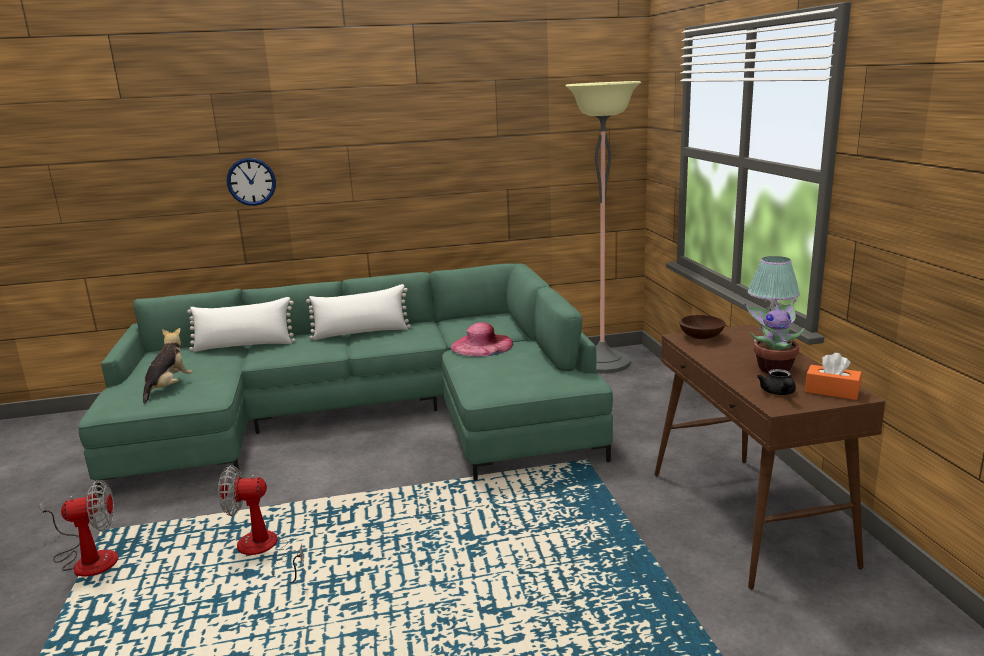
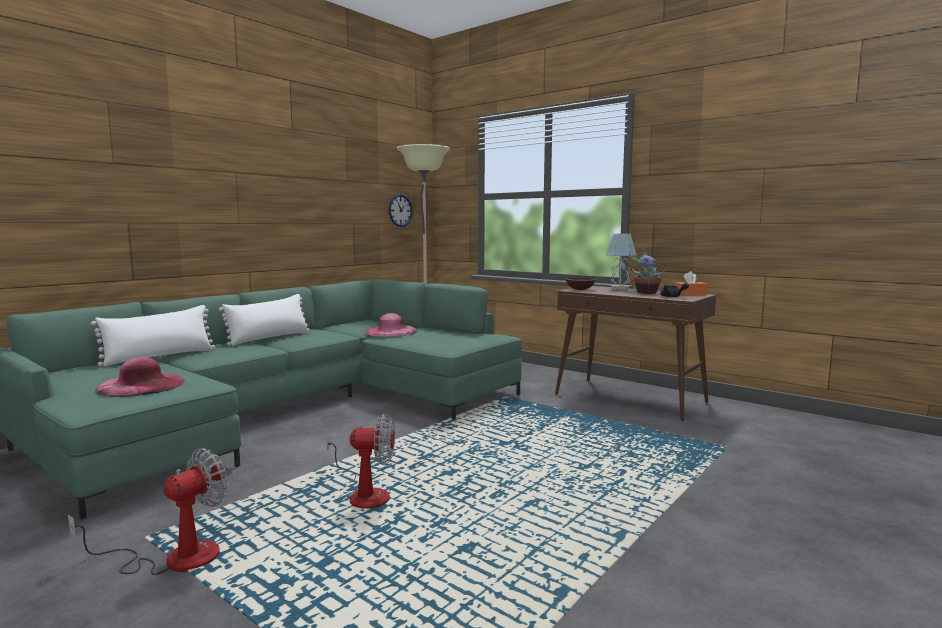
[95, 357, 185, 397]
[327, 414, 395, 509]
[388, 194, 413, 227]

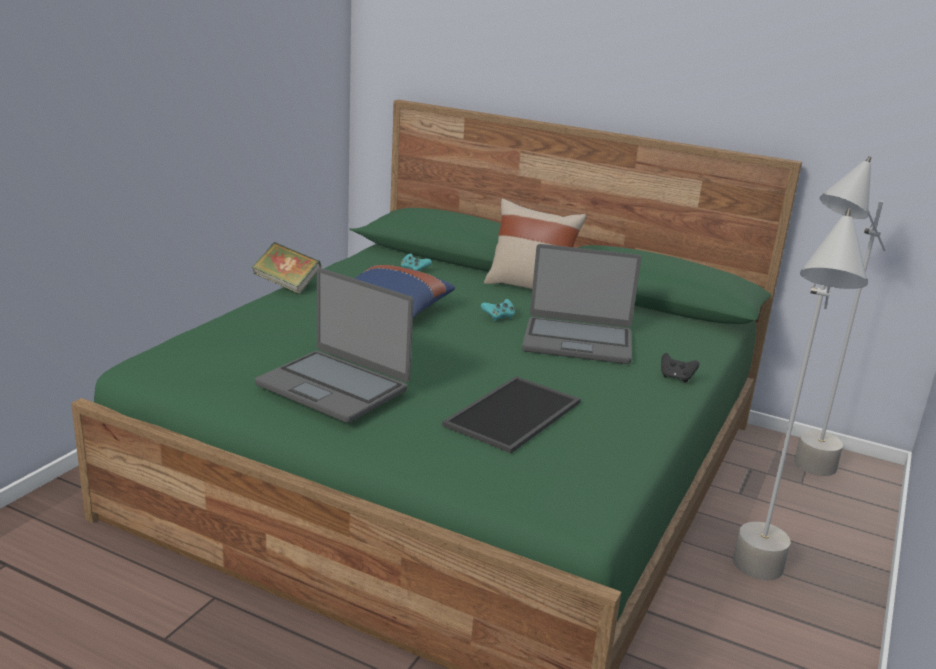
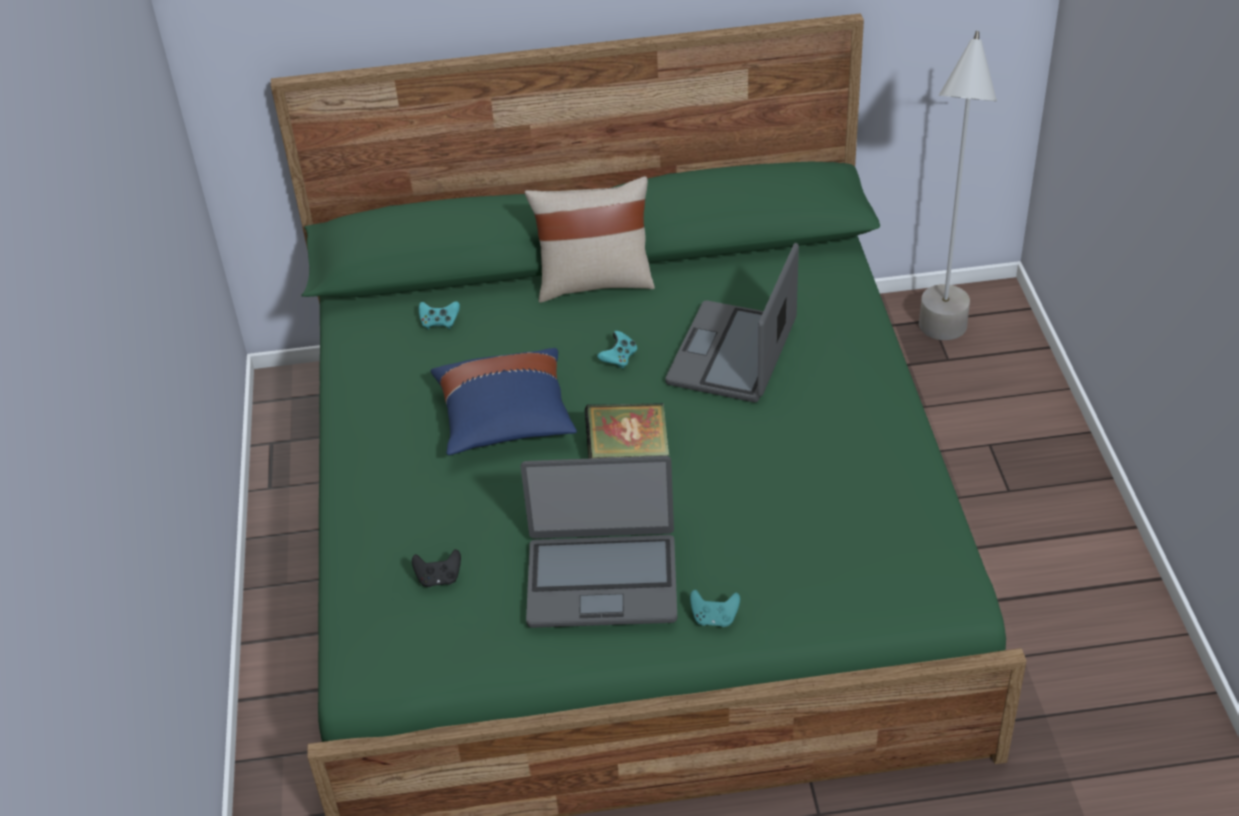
[412, 549, 461, 587]
[585, 403, 669, 459]
[665, 243, 799, 402]
[690, 589, 740, 627]
[442, 376, 581, 453] (first image)
[733, 209, 868, 580] (first image)

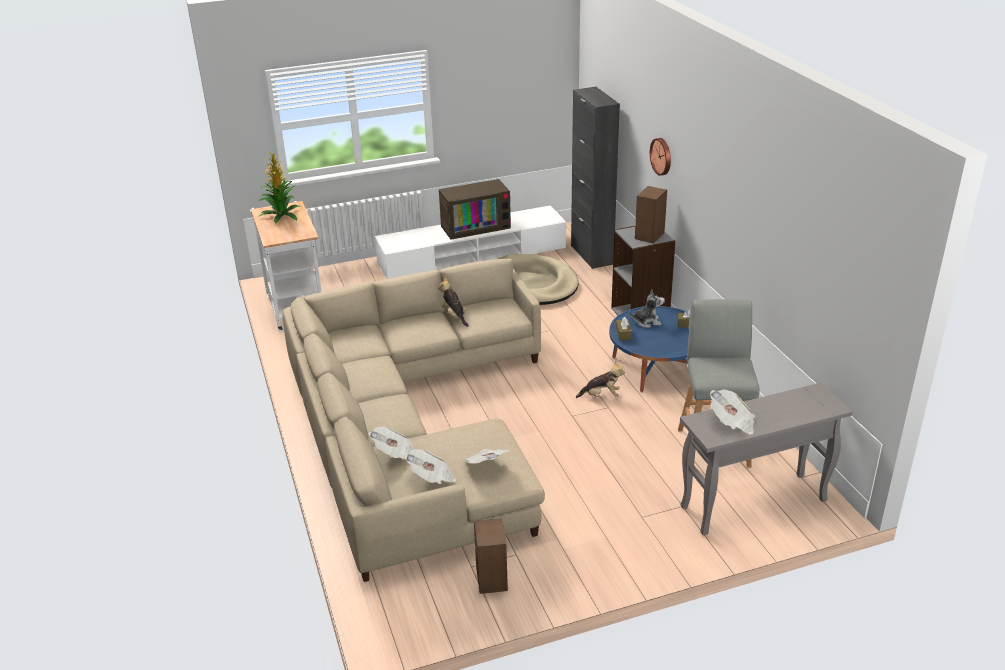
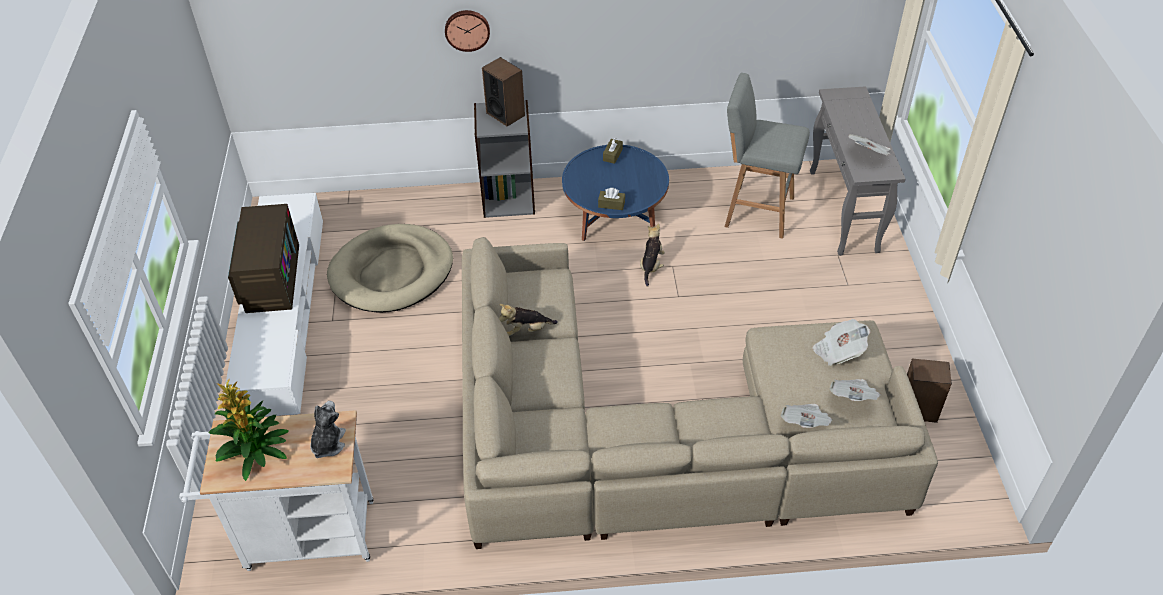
[310, 401, 346, 459]
[571, 87, 620, 269] (first image)

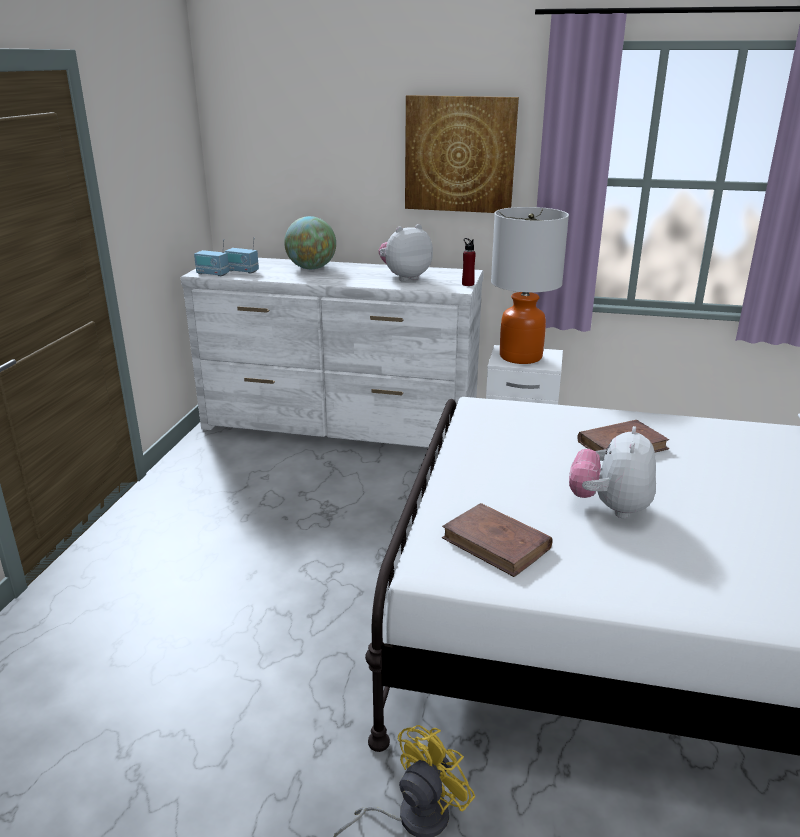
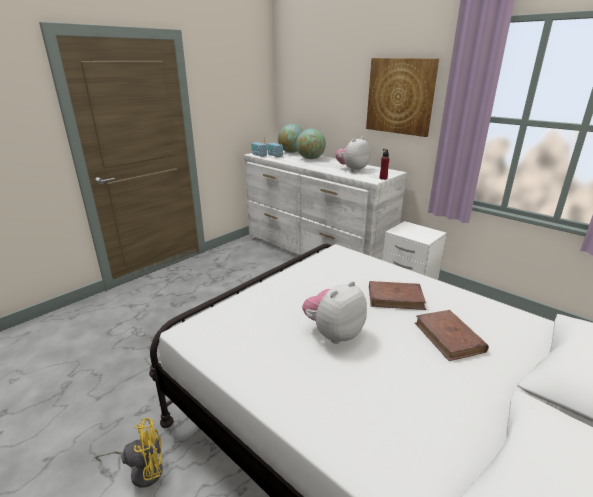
[278, 124, 303, 153]
[335, 137, 370, 172]
[415, 310, 489, 361]
[491, 207, 569, 364] (first image)

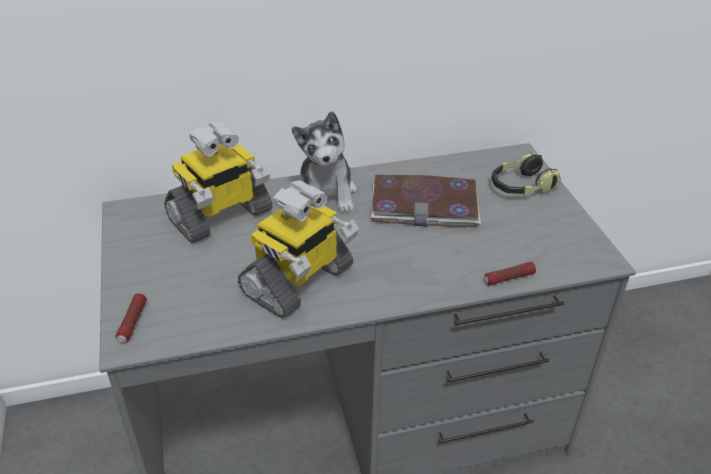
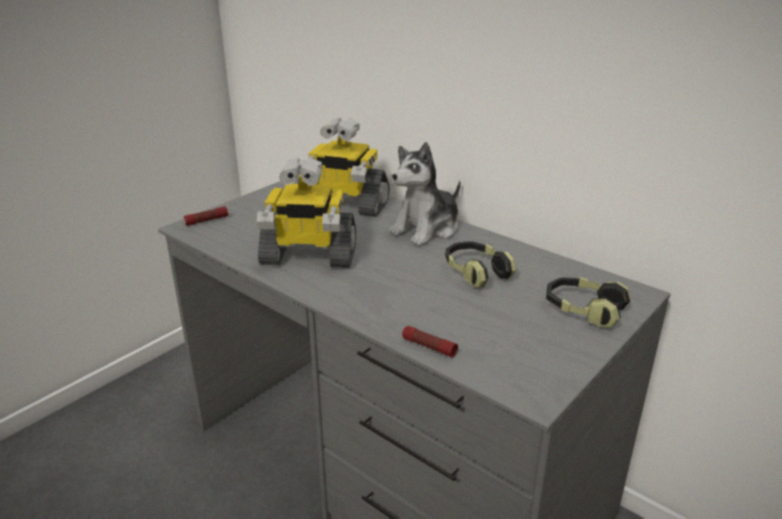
[445, 241, 516, 288]

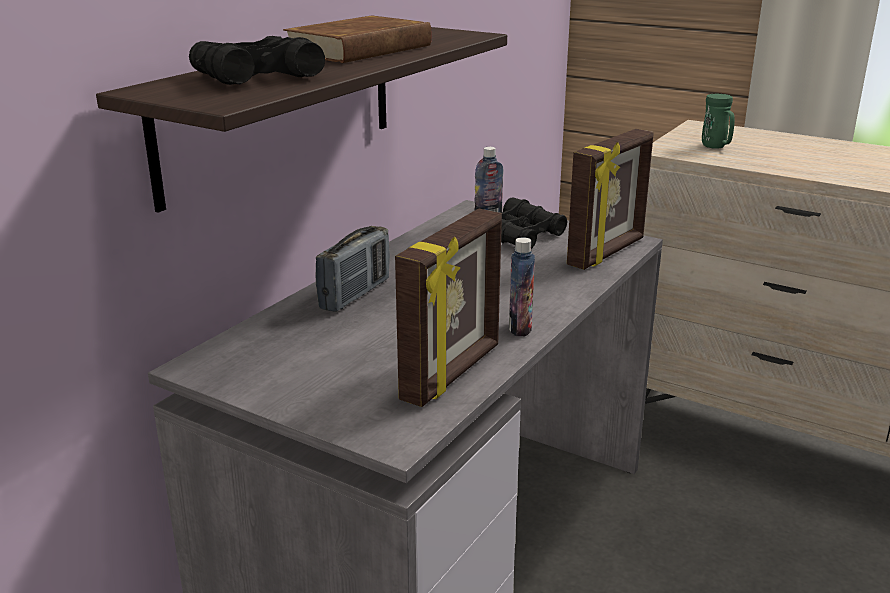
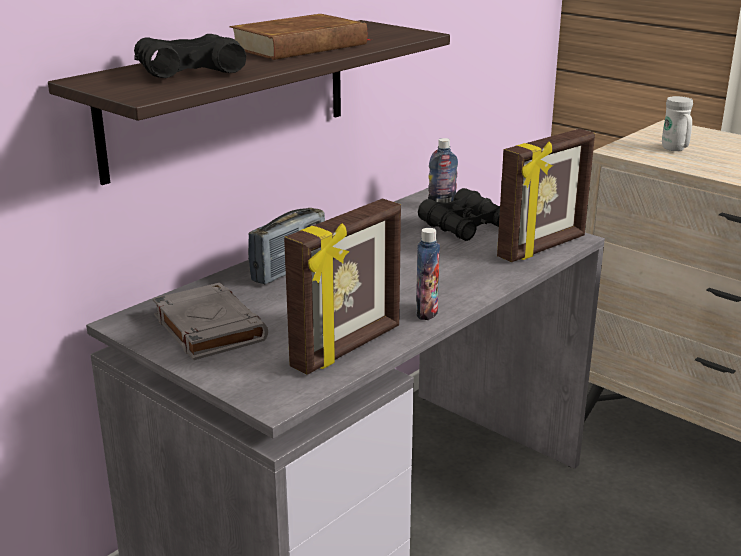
[153, 283, 268, 360]
[662, 96, 693, 151]

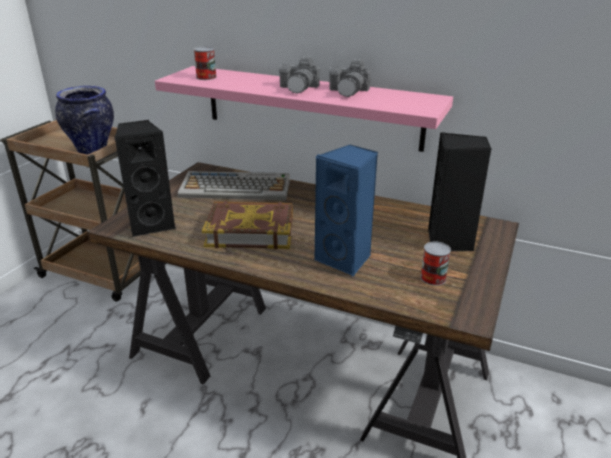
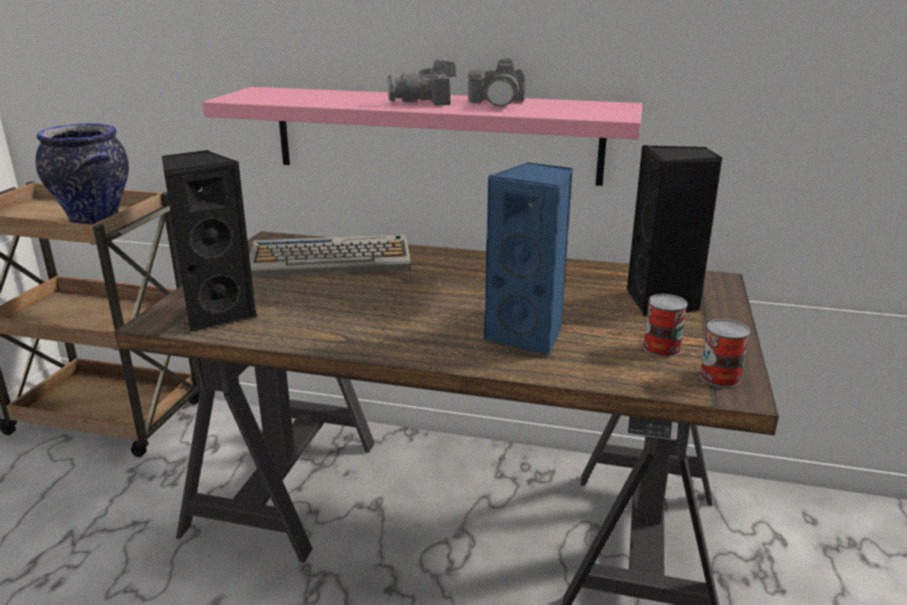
[388, 59, 456, 105]
[699, 319, 750, 388]
[202, 201, 293, 249] (first image)

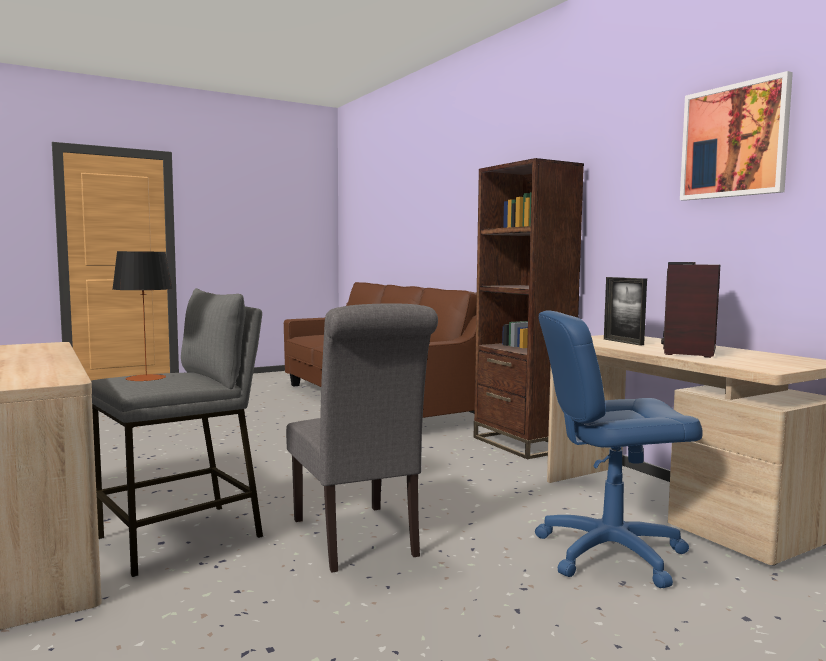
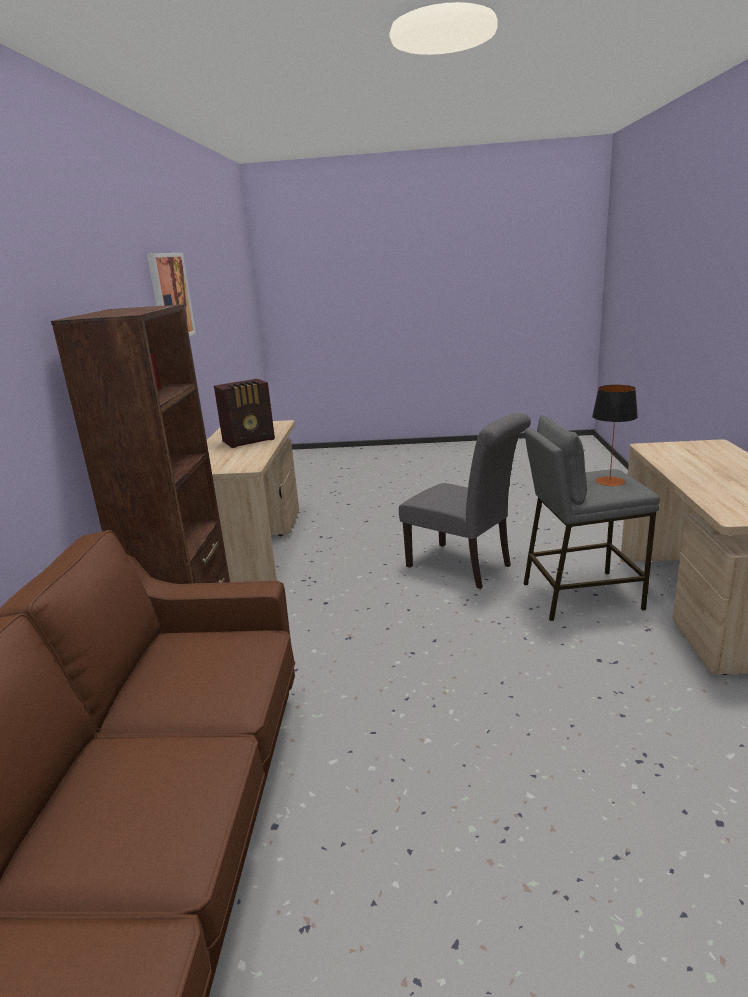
[399, 413, 531, 589]
[535, 310, 703, 588] (first image)
[604, 277, 647, 346] (first image)

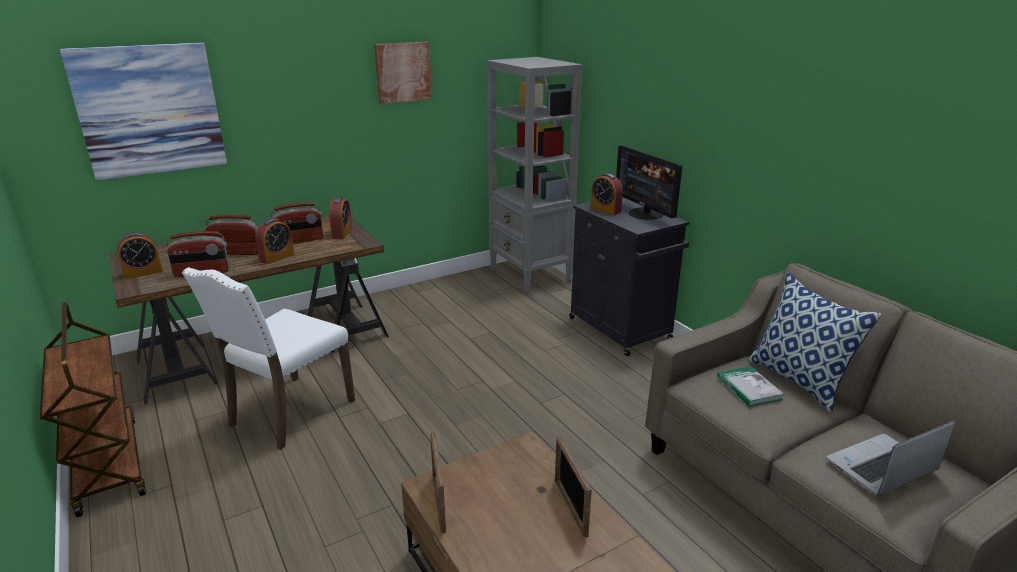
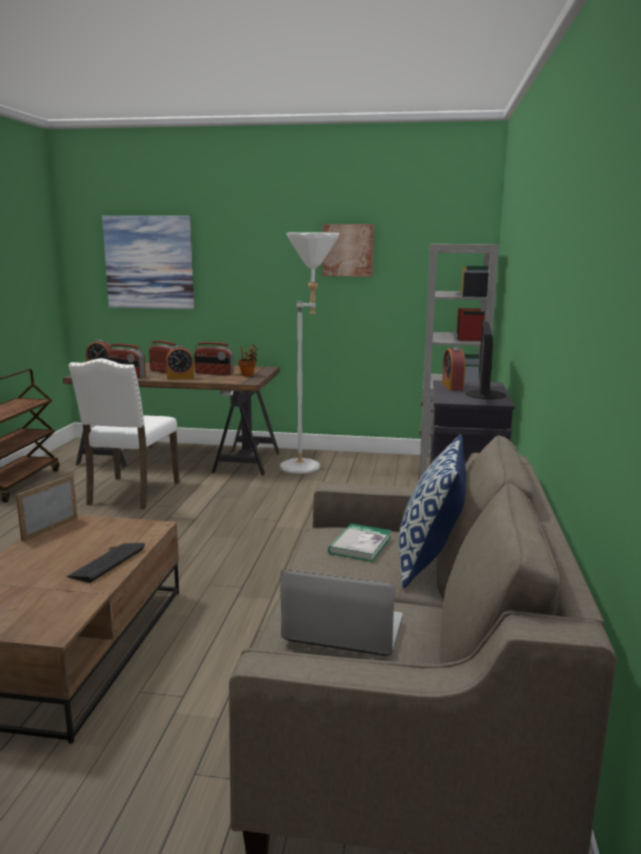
[67, 543, 145, 583]
[68, 358, 179, 509]
[238, 343, 258, 376]
[280, 232, 339, 474]

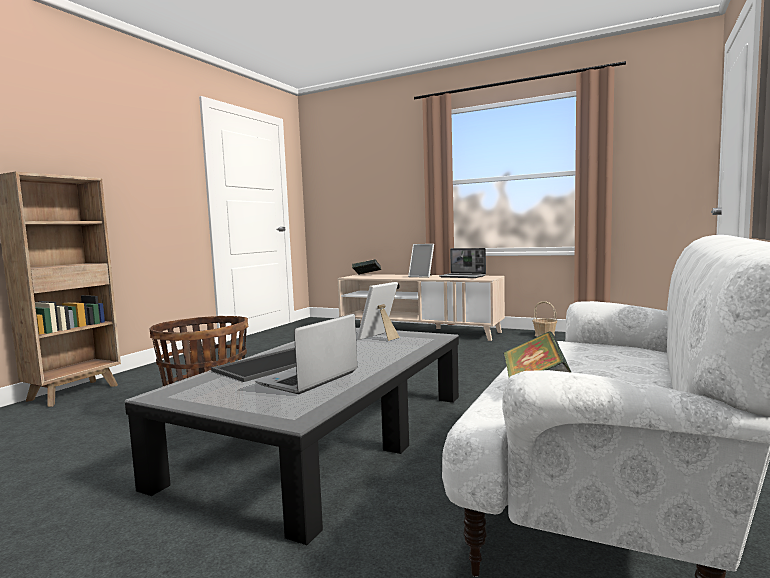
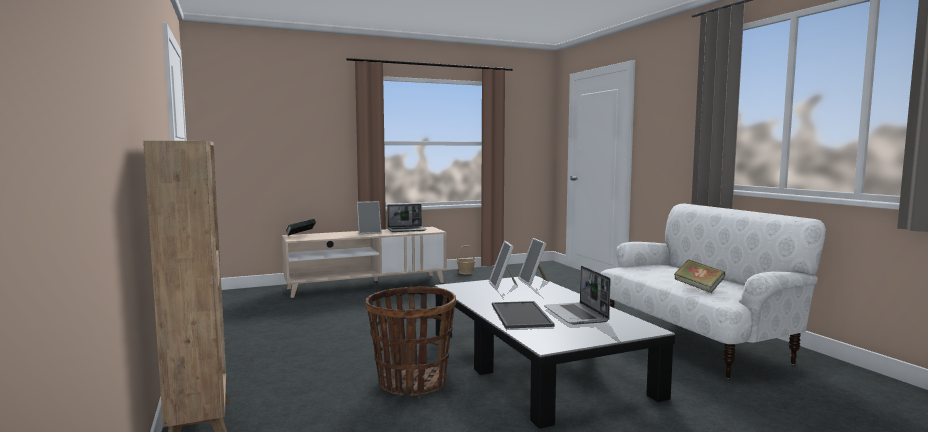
[518, 238, 549, 286]

